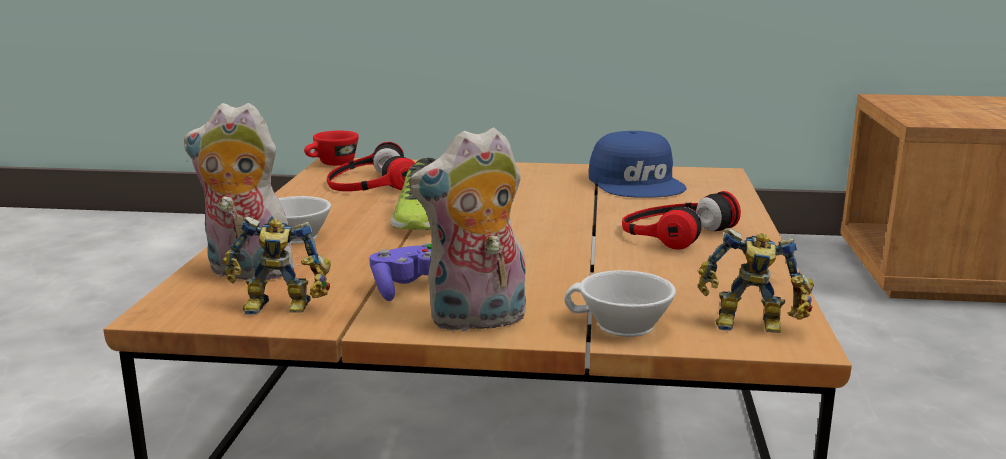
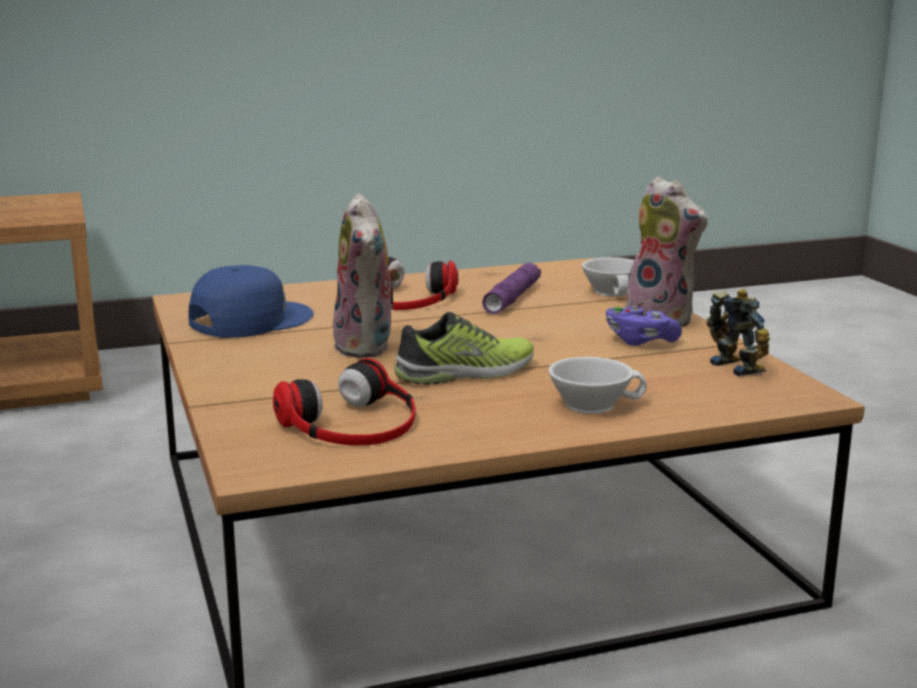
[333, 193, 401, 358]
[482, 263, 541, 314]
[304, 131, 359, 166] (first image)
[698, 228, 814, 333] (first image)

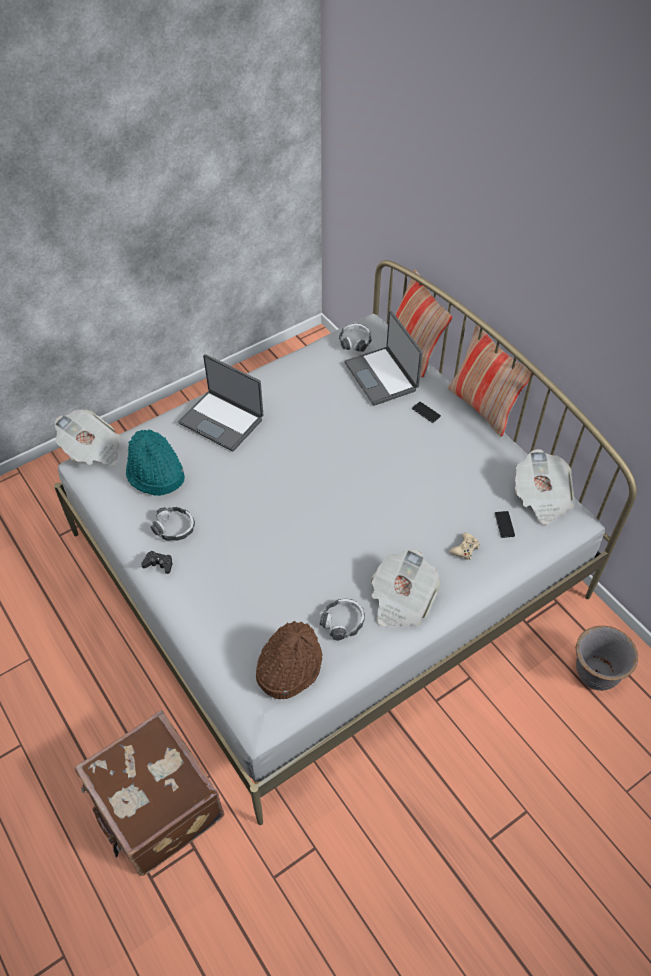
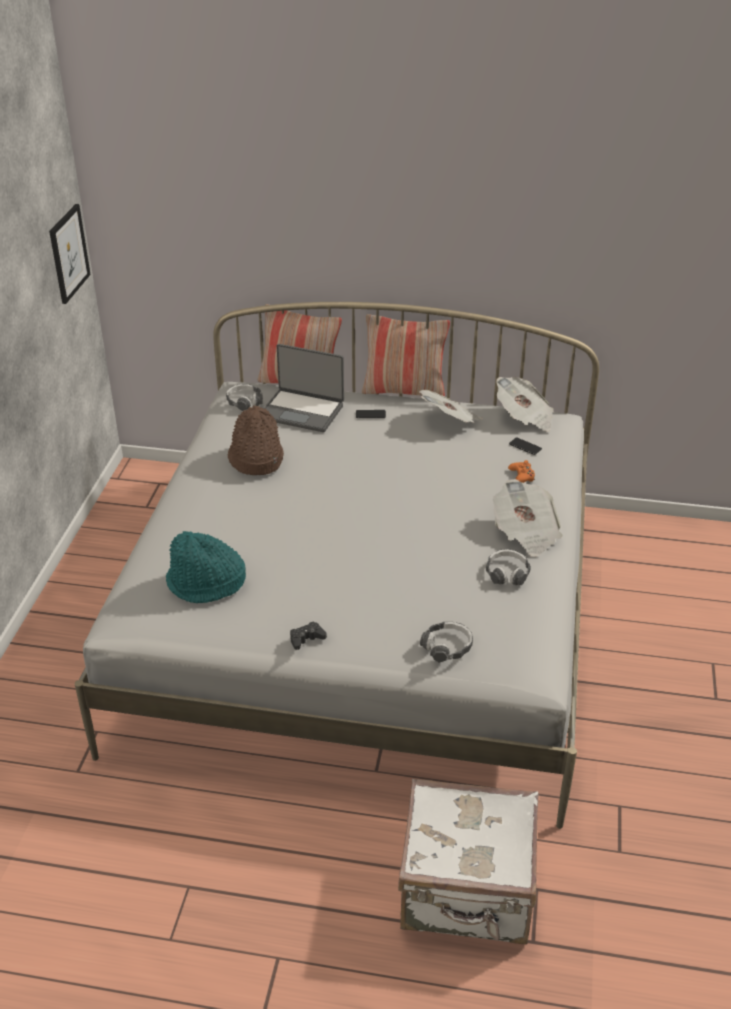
[49, 204, 91, 304]
[228, 406, 284, 475]
[398, 779, 538, 944]
[419, 390, 483, 423]
[420, 622, 473, 663]
[508, 460, 535, 483]
[178, 354, 263, 451] (first image)
[576, 626, 638, 691] (first image)

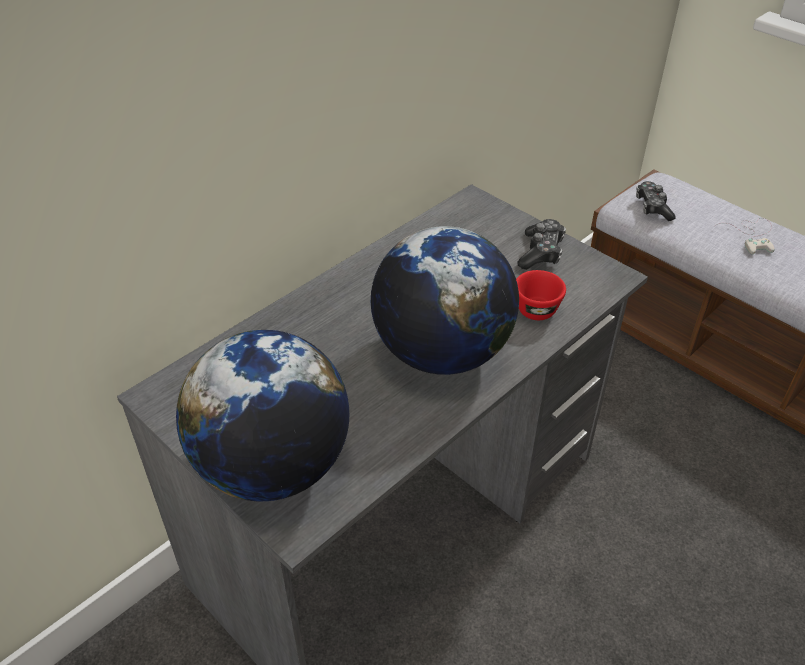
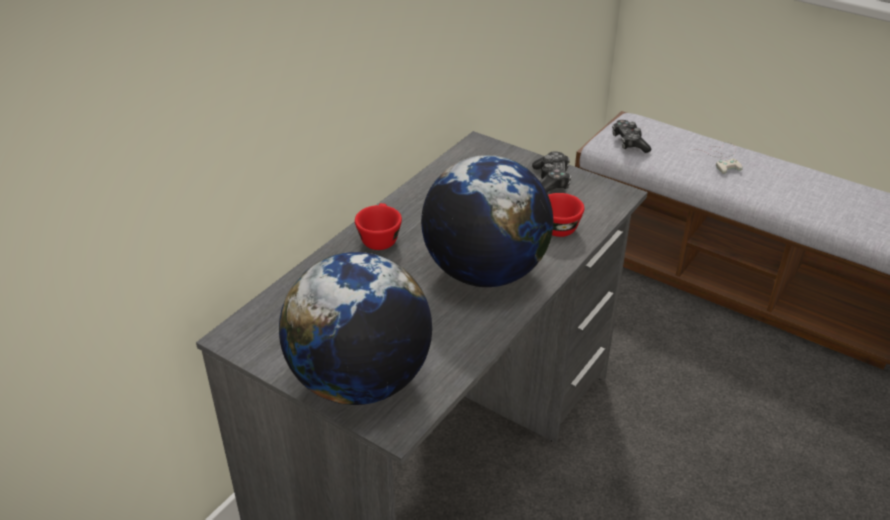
[355, 203, 402, 250]

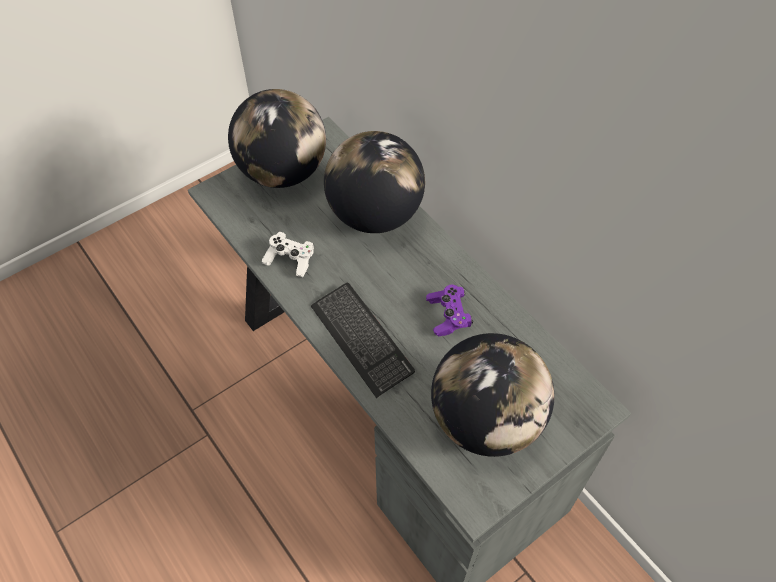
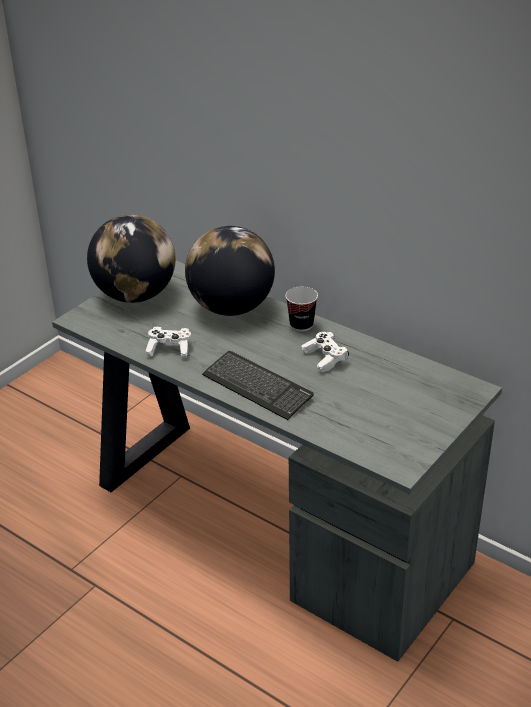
[285, 287, 318, 331]
[301, 332, 349, 372]
[431, 333, 554, 457] (first image)

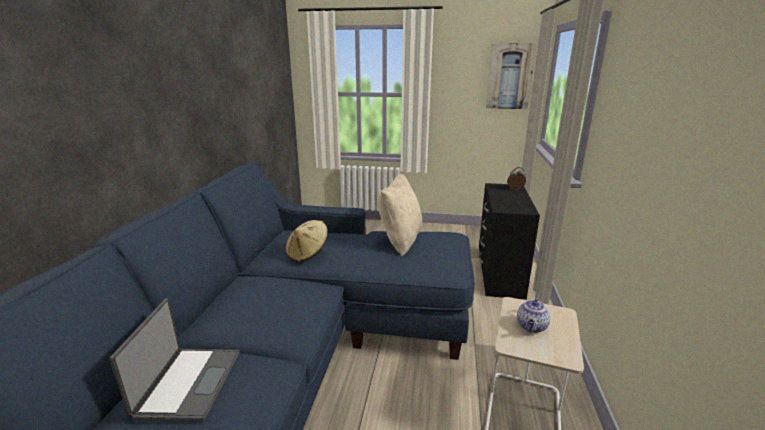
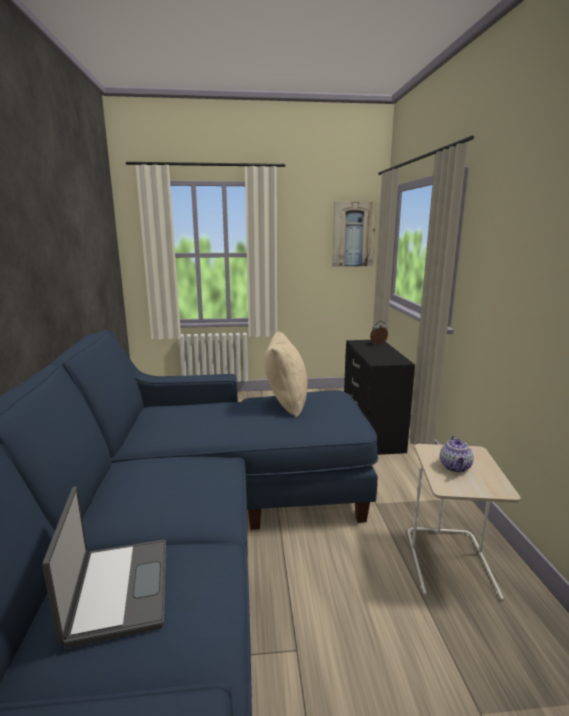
[286, 220, 328, 262] (first image)

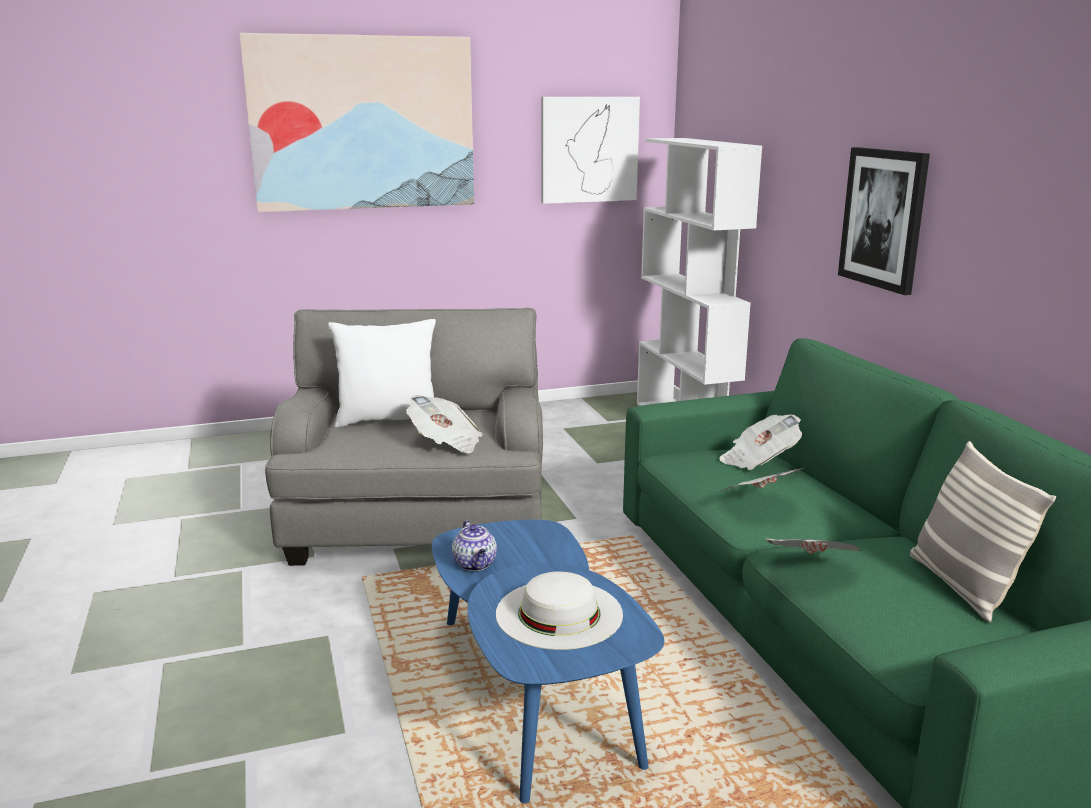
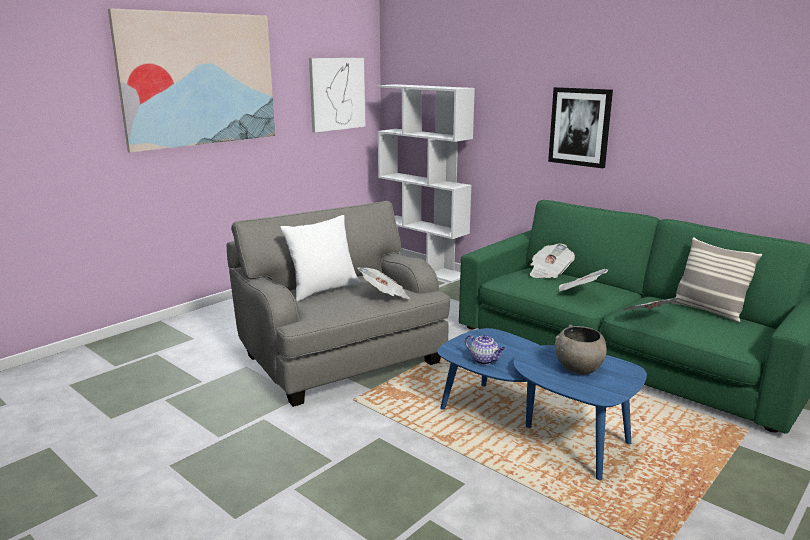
[555, 325, 607, 375]

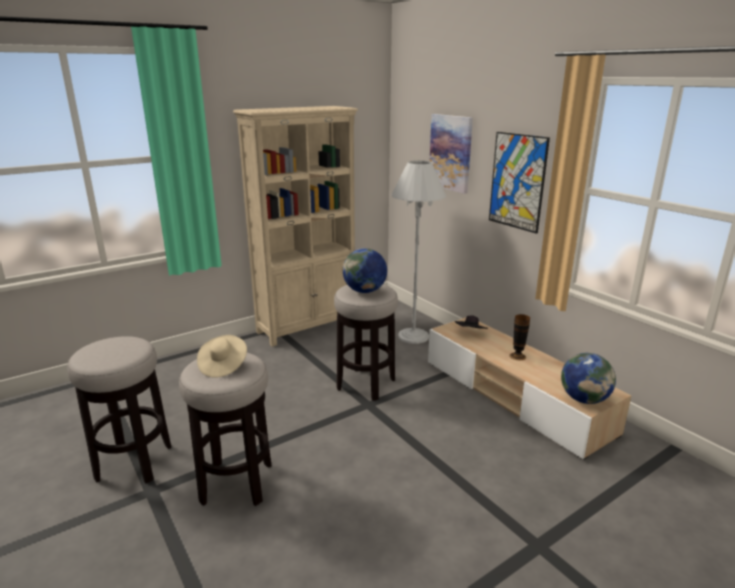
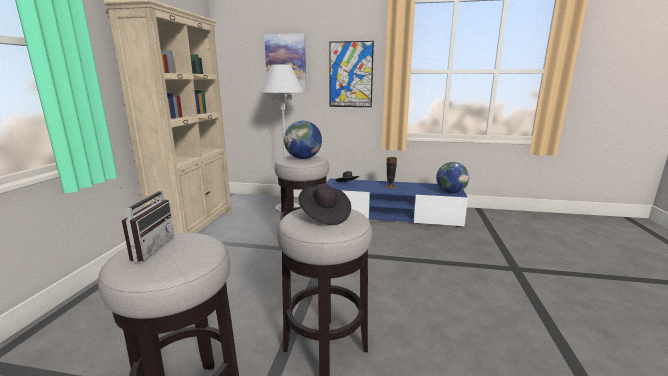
[116, 186, 175, 262]
[298, 184, 351, 225]
[326, 179, 468, 227]

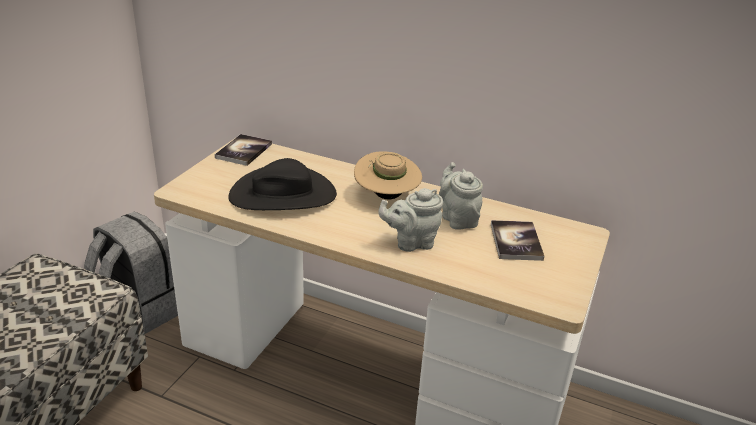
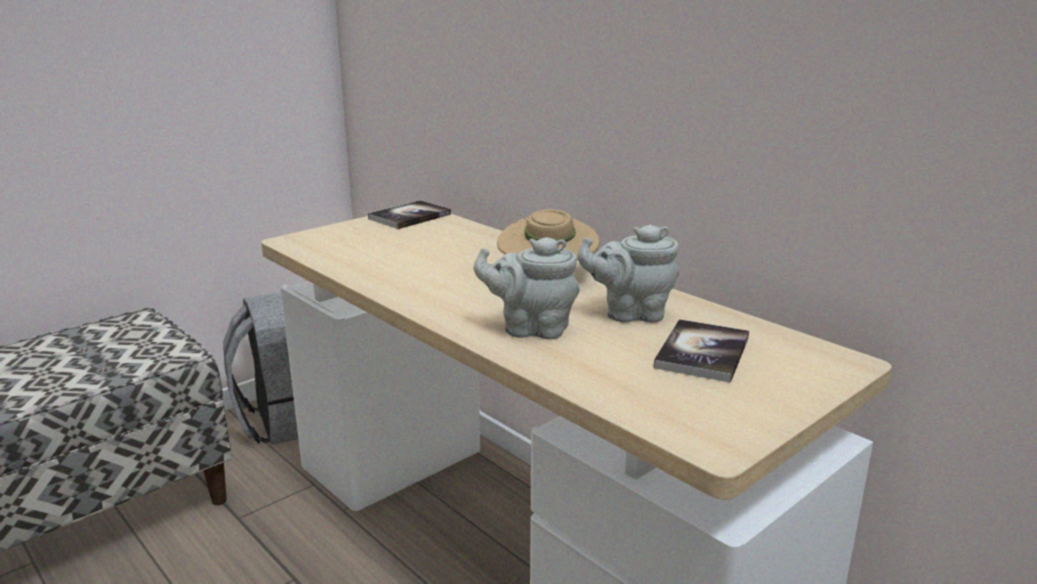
[578, 225, 679, 323]
[228, 158, 337, 210] (first image)

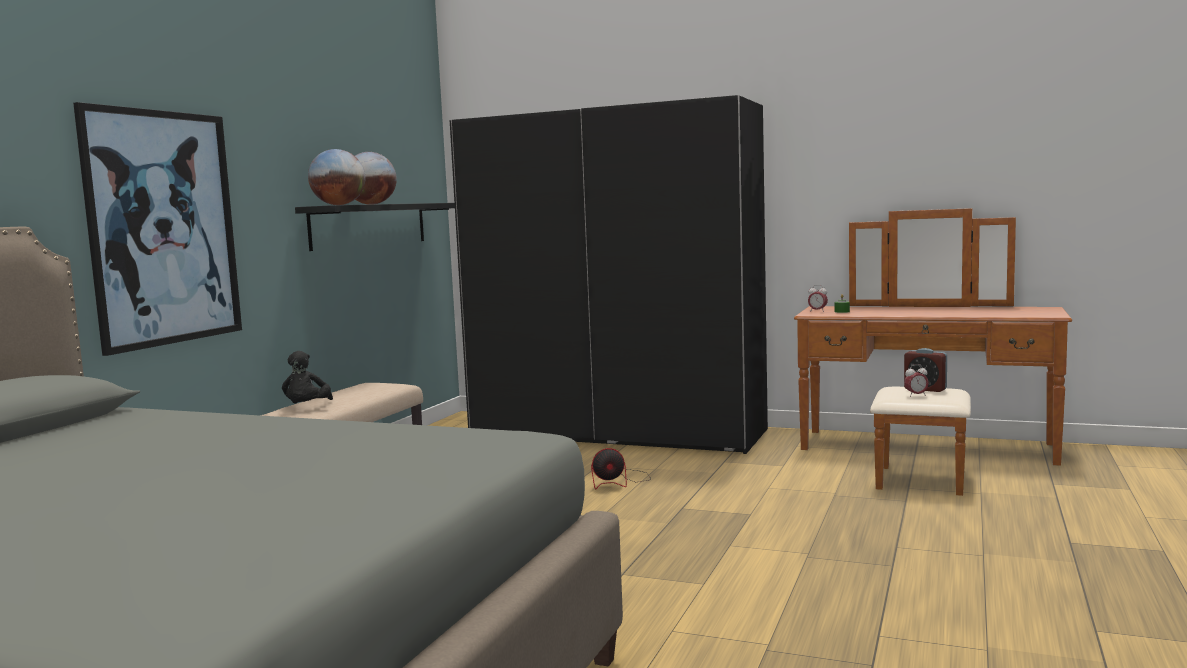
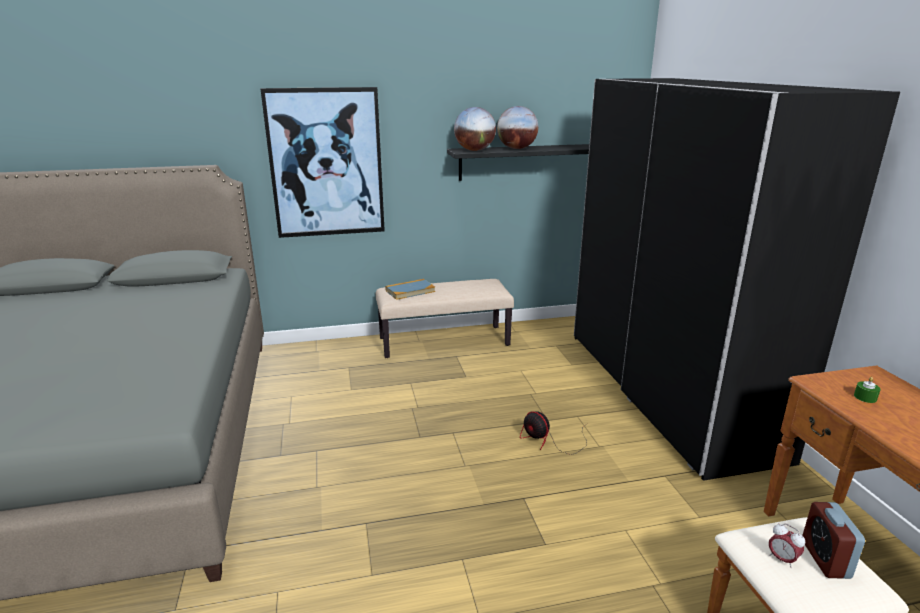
[385, 279, 435, 300]
[808, 285, 828, 312] (first image)

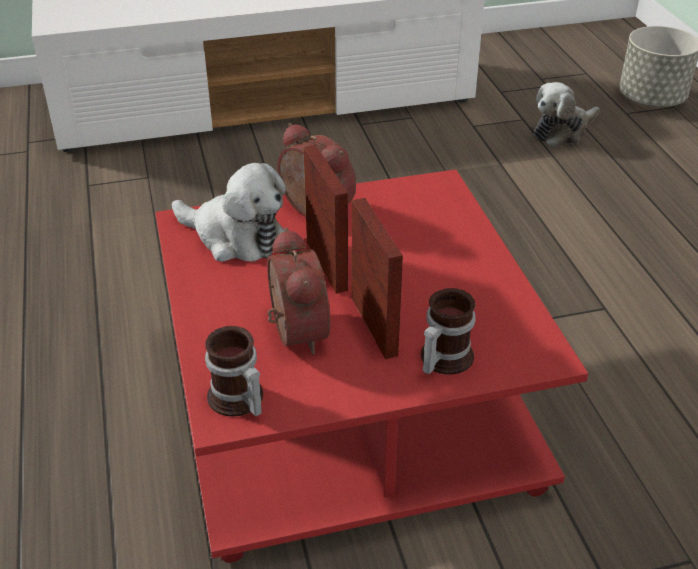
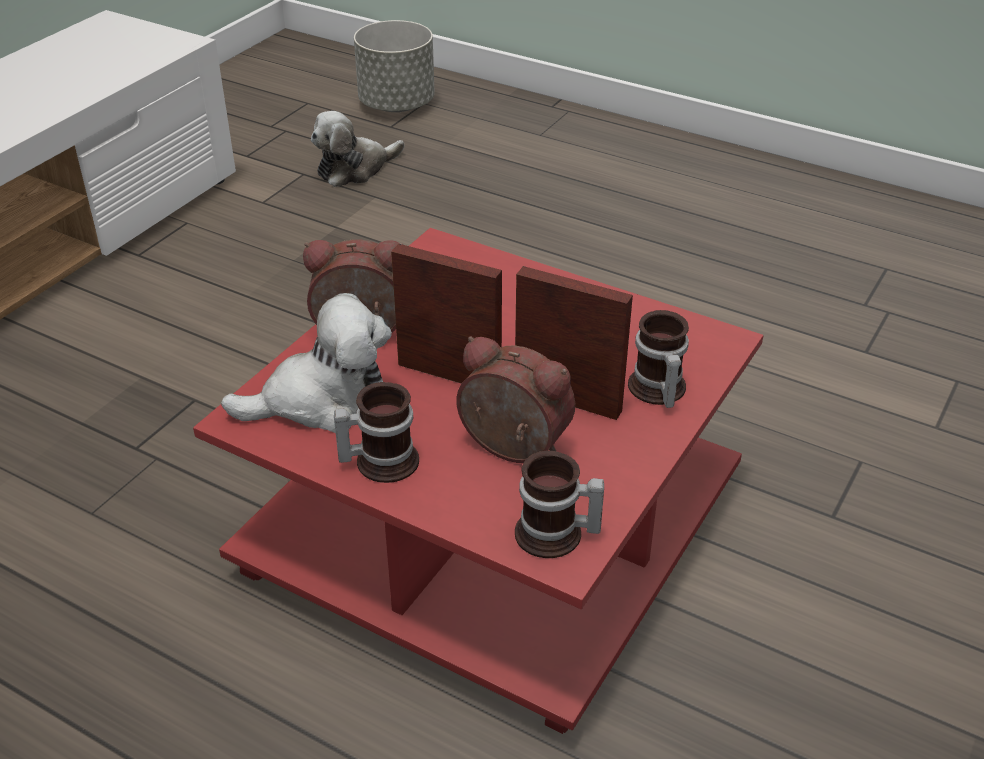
[311, 111, 405, 187]
[334, 382, 419, 483]

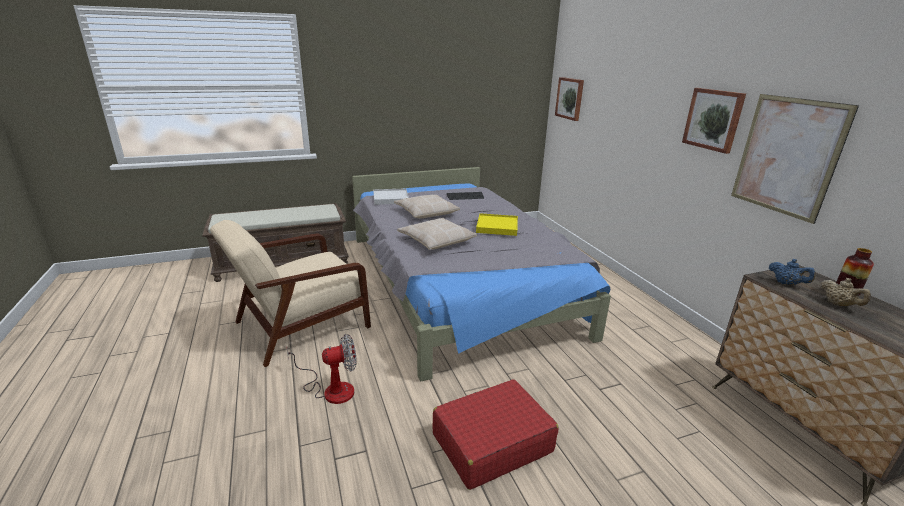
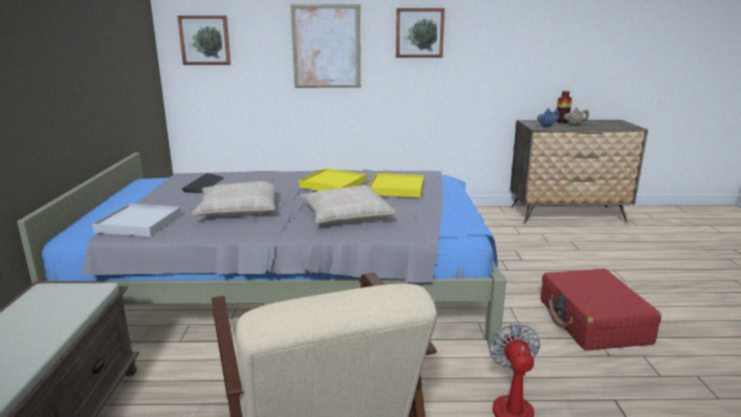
[291, 4, 361, 88]
[369, 173, 424, 197]

